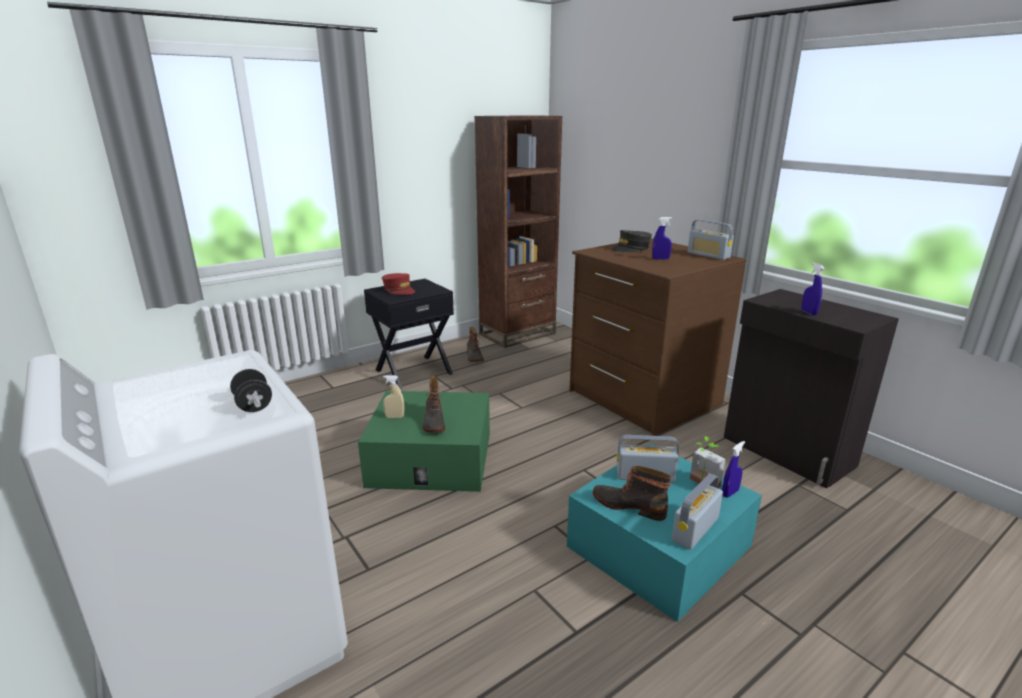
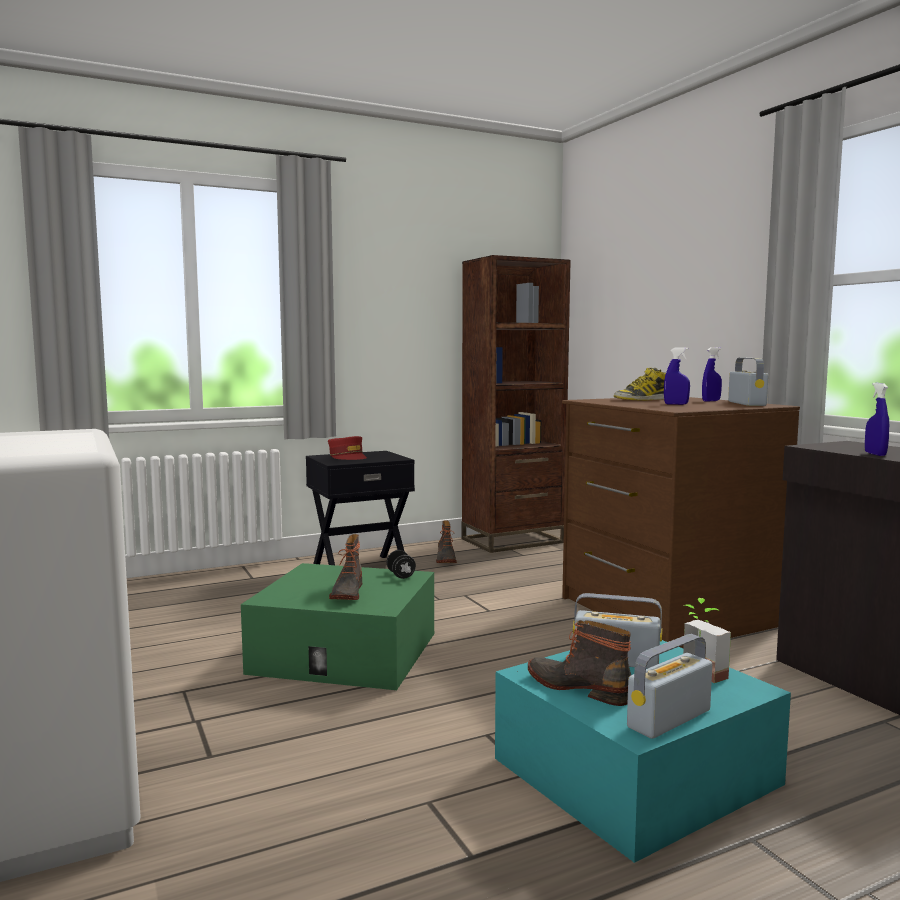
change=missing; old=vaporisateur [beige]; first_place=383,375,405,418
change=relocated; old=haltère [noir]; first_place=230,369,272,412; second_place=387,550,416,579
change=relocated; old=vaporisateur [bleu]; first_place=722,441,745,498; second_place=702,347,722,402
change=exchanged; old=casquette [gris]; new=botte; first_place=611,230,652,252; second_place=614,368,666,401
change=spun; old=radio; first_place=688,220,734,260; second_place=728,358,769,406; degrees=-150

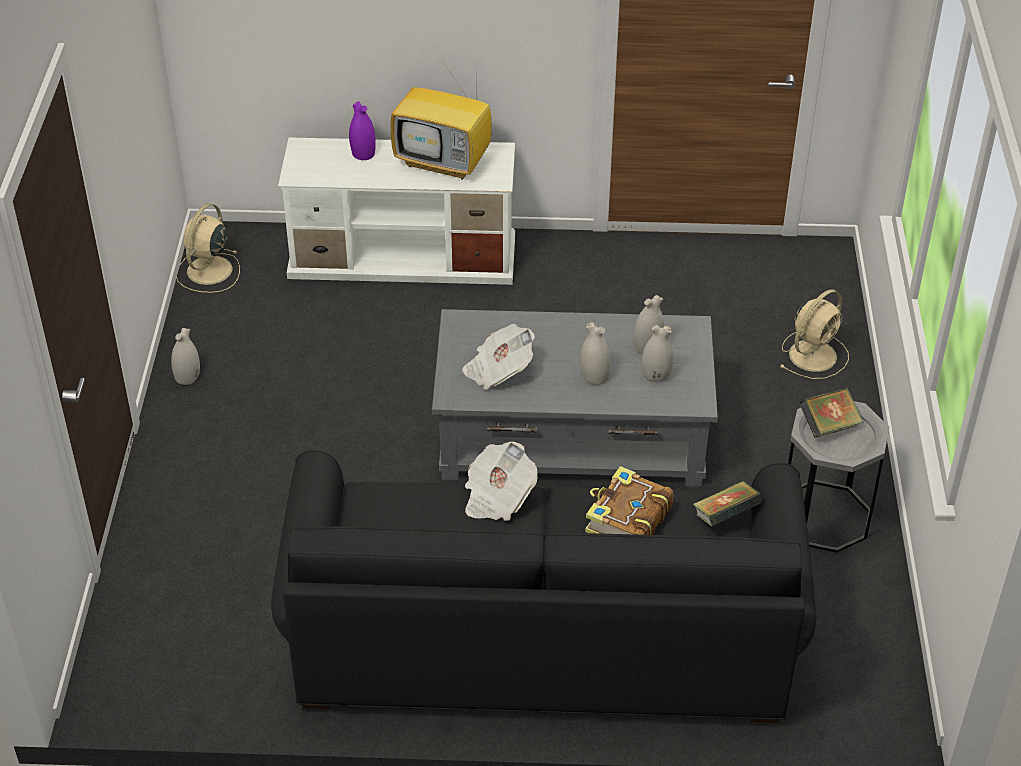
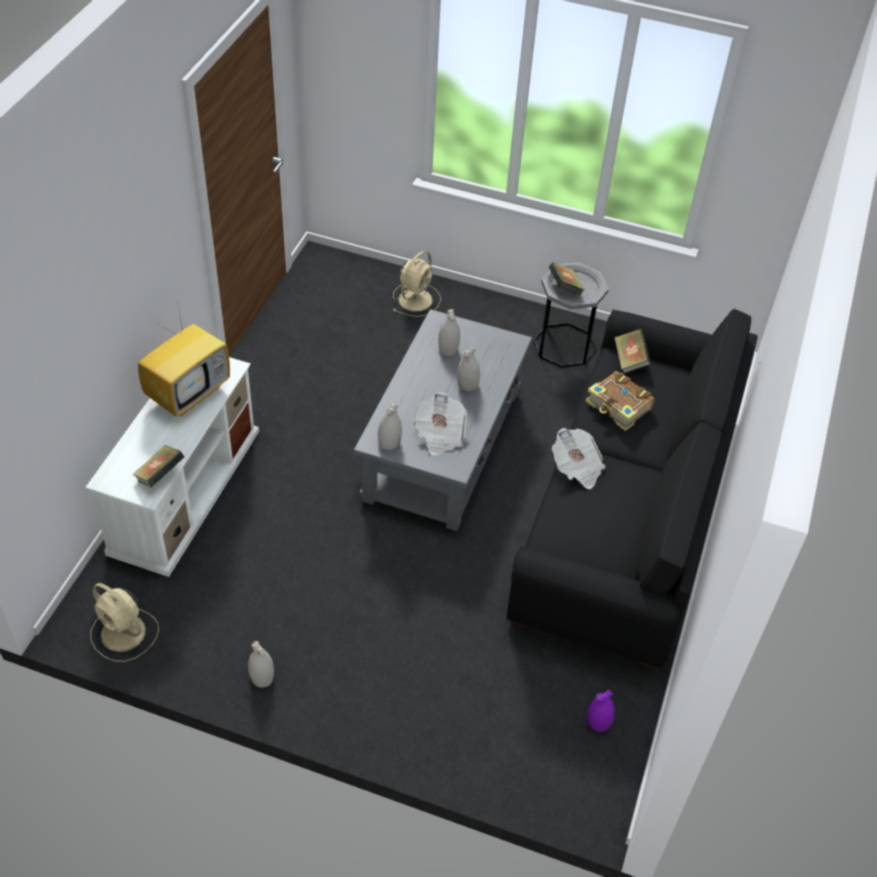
change=appeared; new=livre; second_place=132,445,184,488
change=relocated; old=vase [violet]; first_place=349,101,376,160; second_place=587,690,615,732
change=relocated; old=vase [blanc]; first_place=642,325,674,381; second_place=378,403,402,450
change=spun; old=ventilateur [beige]; first_place=779,289,849,379; second_place=393,251,441,317; degrees=60

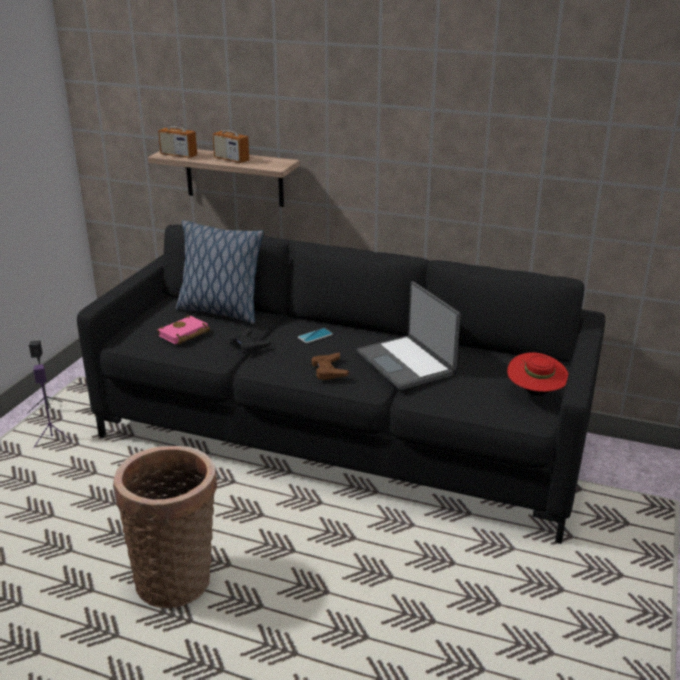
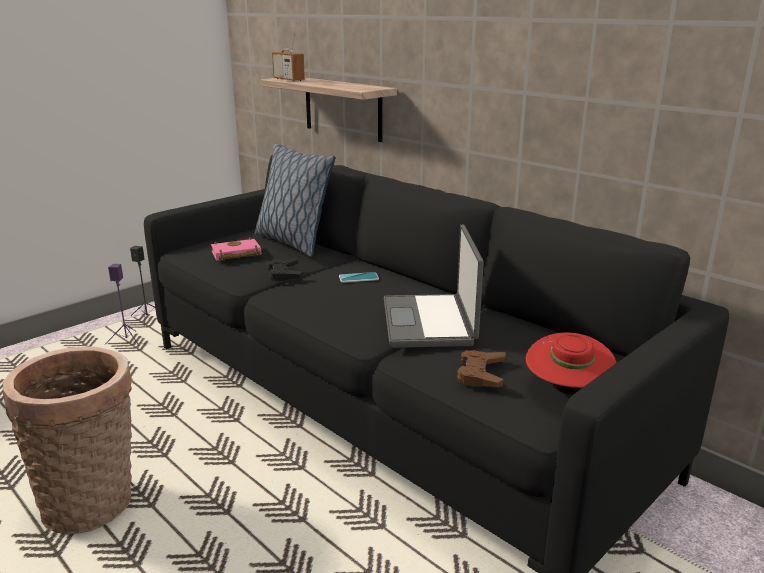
change=missing; old=radio; first_place=212,106,249,163
change=relocated; old=manette [marron]; first_place=312,353,349,380; second_place=457,350,506,387

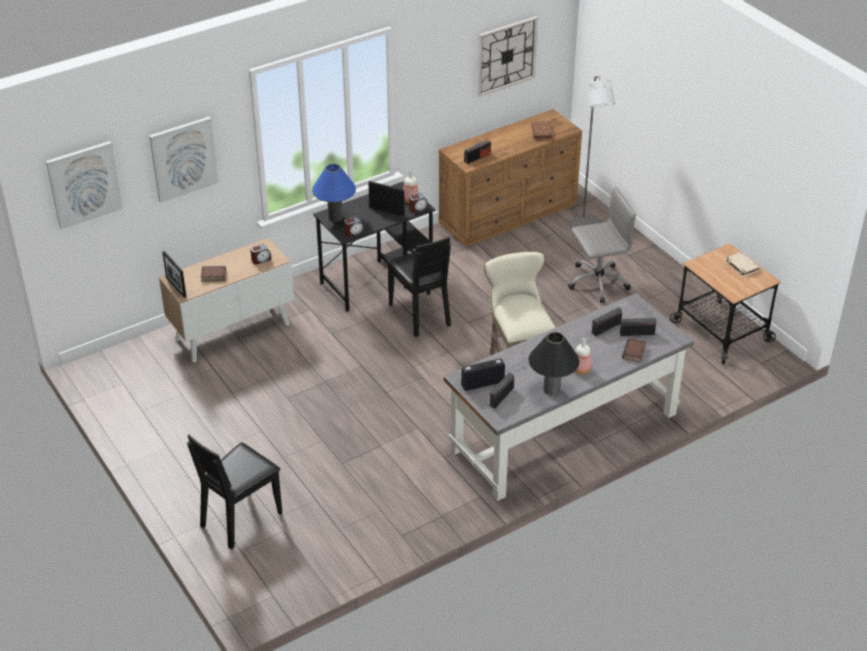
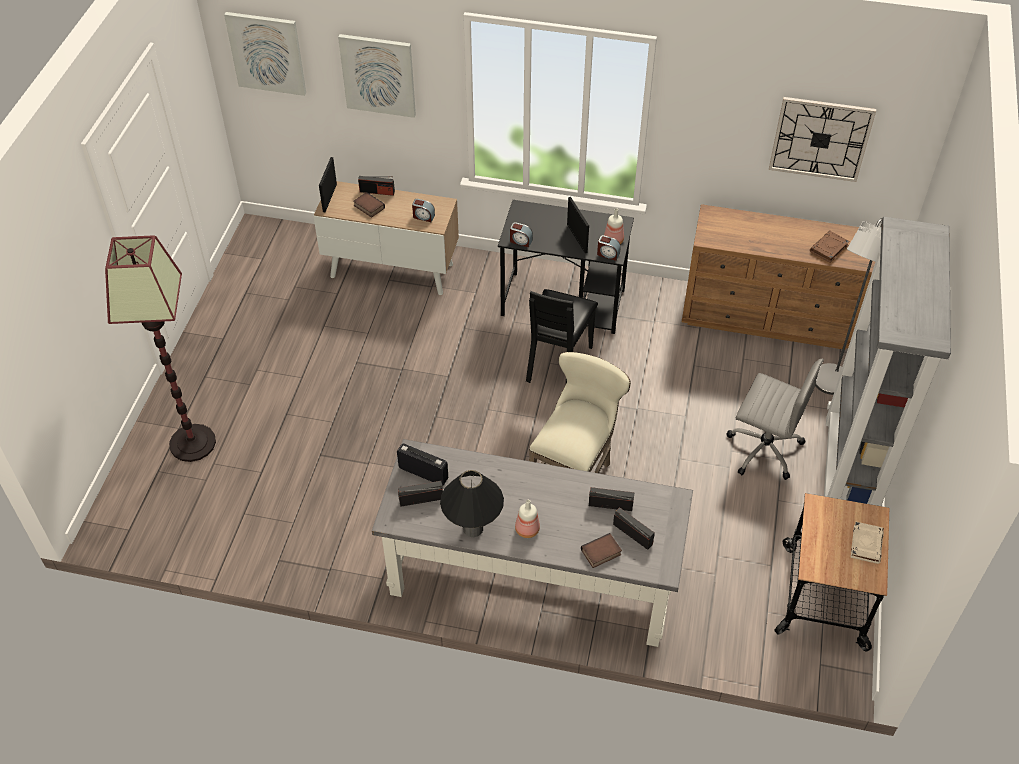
change=missing; old=lampe de table [bleu]; first_place=312,164,356,222
change=appeared; new=bibliothèque [gris]; second_place=824,217,951,506
change=relocated; old=radio; first_place=464,138,491,164; second_place=358,176,395,196
change=exchanged; old=chaise [noir]; new=lampadaire; first_place=187,435,282,549; second_place=105,235,216,462

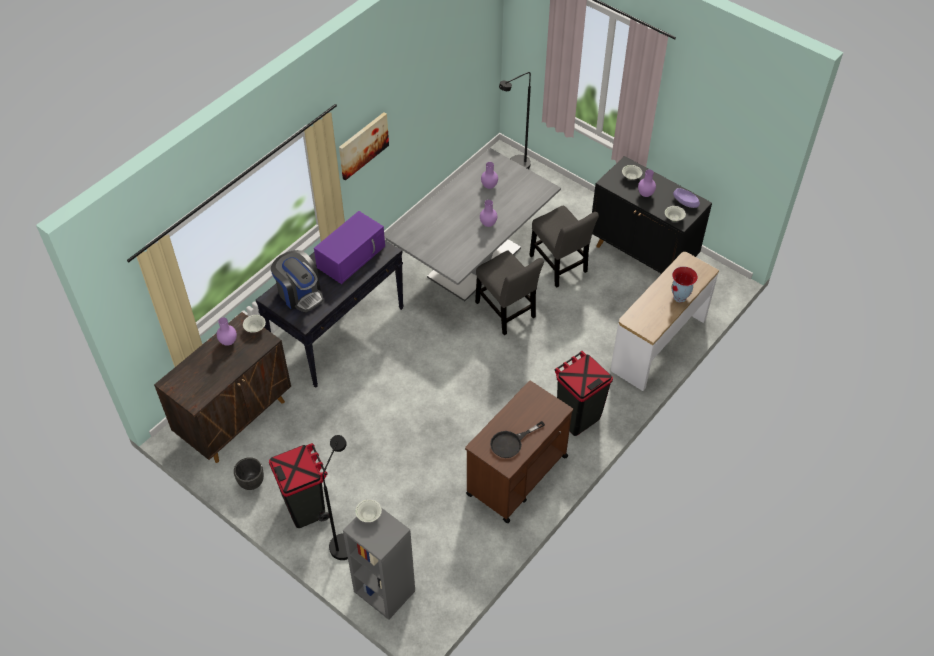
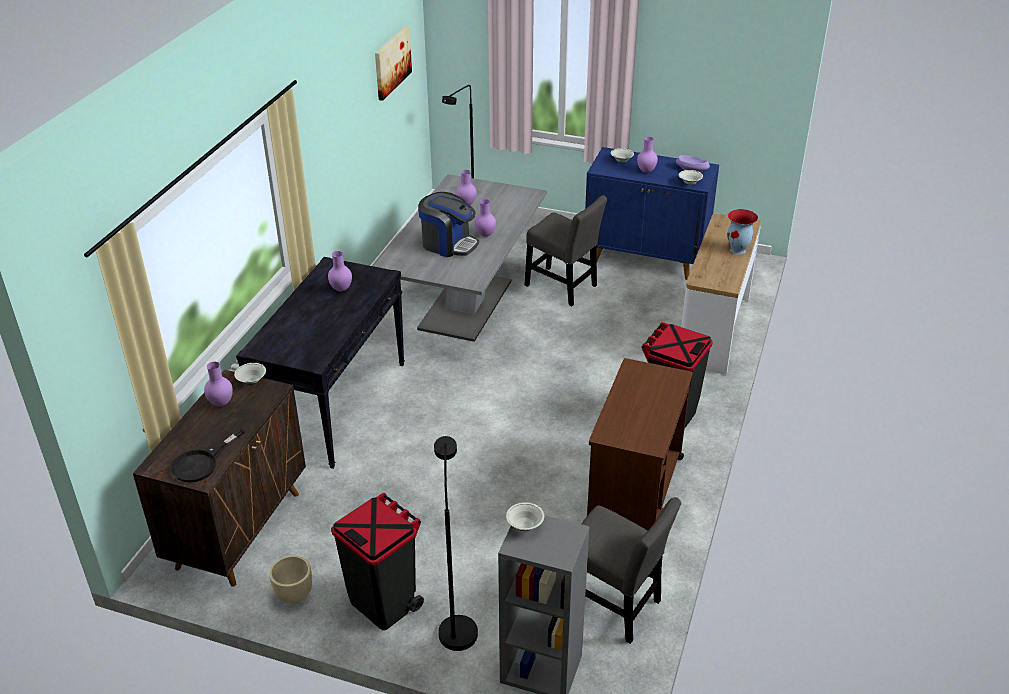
change=relocated; old=machine à café; first_place=271,250,324,312; second_place=418,192,479,257
change=relocated; old=tableau; first_place=339,112,389,180; second_place=375,26,412,101
change=relocated; old=chaise [gris]; first_place=475,250,544,335; second_place=582,497,681,644
change=relocated; old=poêle [noir]; first_place=490,421,545,458; second_place=171,428,245,483
change=exchanged; old=micro-ondes [violet]; new=vase [violet]; first_place=314,211,385,284; second_place=328,251,352,291
change=colour; old=cache-pot [noir]; new=cache-pot [beige]; first_place=234,457,264,490; second_place=269,555,312,604
change=colour; old=meuble de rangement [noir]; new=meuble de rangement [bleu]; first_place=592,156,712,274; second_place=585,147,719,280

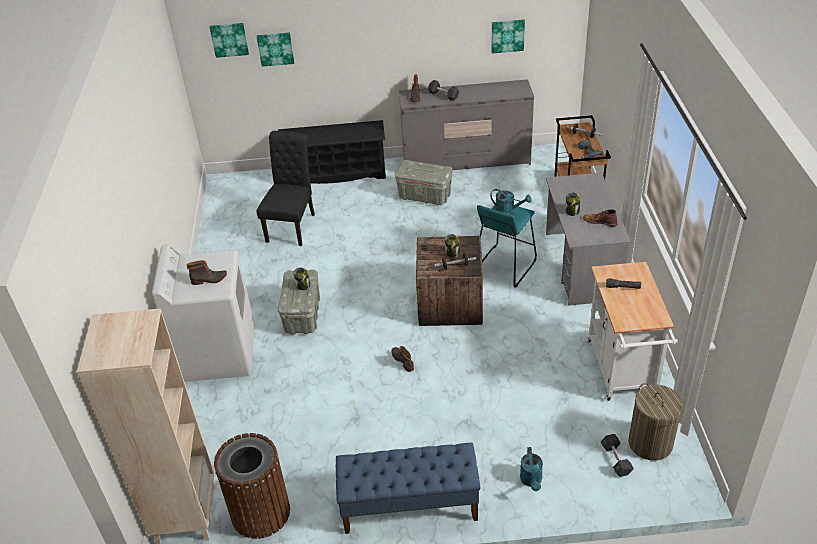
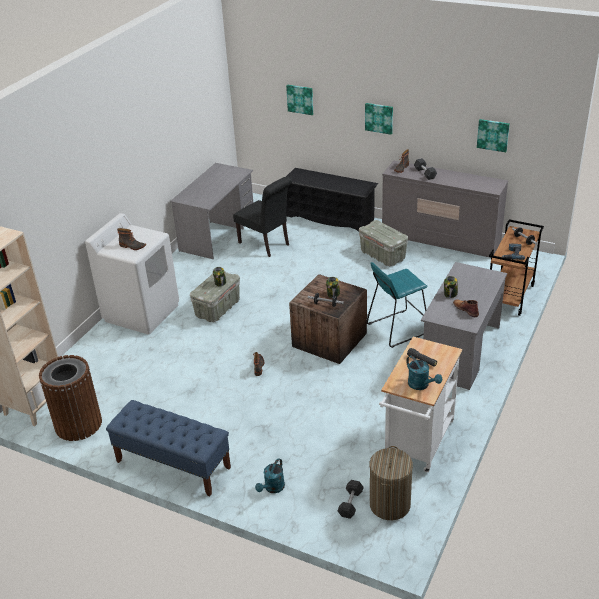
change=appeared; new=bureau [gris]; second_place=170,163,253,259
change=relocated; old=tableau; first_place=210,23,249,58; second_place=365,103,393,135
change=relocated; old=arrosoir [turquoise]; first_place=490,189,532,215; second_place=406,356,442,390
change=spun; old=chaise [noir]; first_place=257,131,315,246; second_place=233,177,292,257; degrees=90

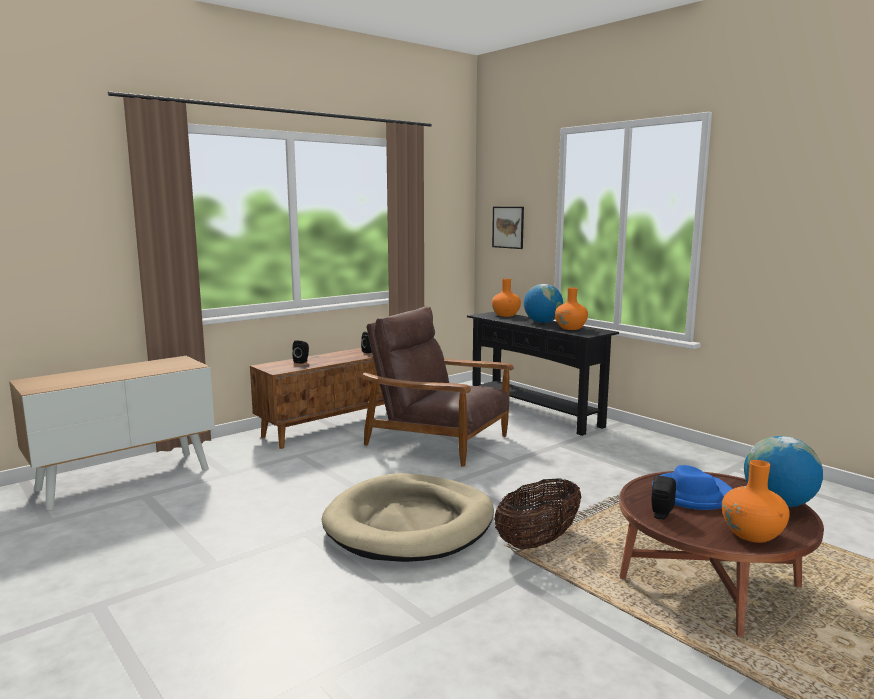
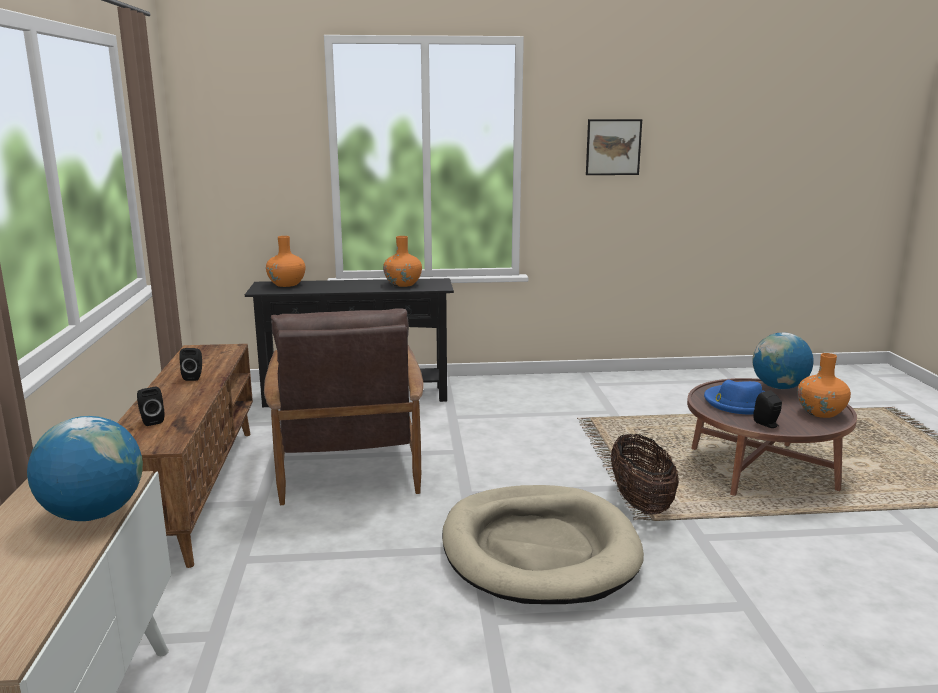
change=relocated; old=tableau; first_place=492,207,524,249; second_place=586,119,642,175
change=relocated; old=globe; first_place=524,284,563,323; second_place=27,416,143,521
change=spun; old=fauteuil [marron]; first_place=363,306,514,467; second_place=264,308,424,505; degrees=-75

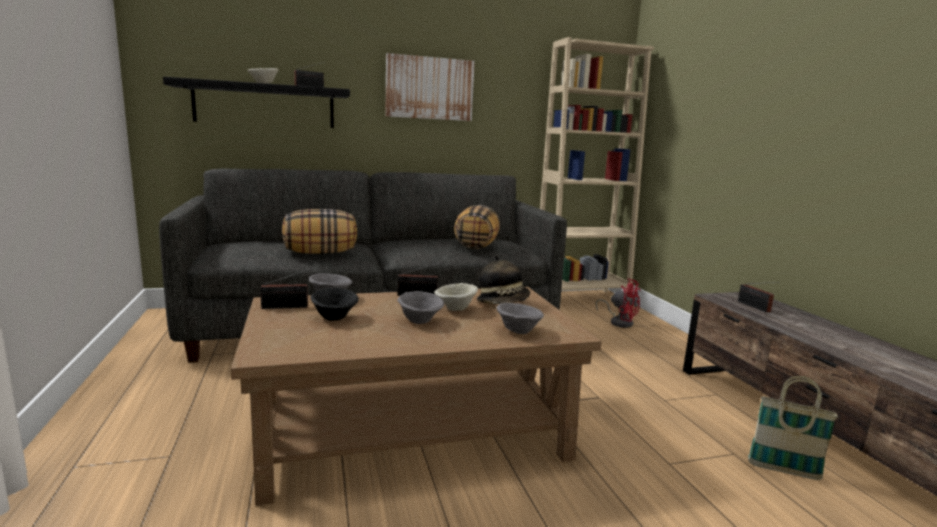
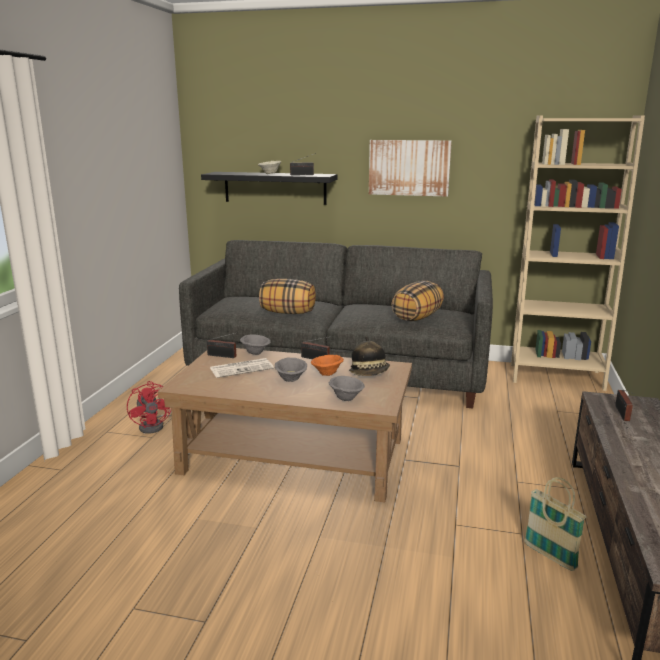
change=relocated; old=ventilateur [rouge]; first_place=596,278,641,328; second_place=127,381,172,434
change=exchanged; old=bol [noir]; new=journal; first_place=310,288,359,321; second_place=210,358,274,378
change=colour; old=bol [beige]; new=bol [orange]; first_place=434,283,478,311; second_place=311,355,344,376

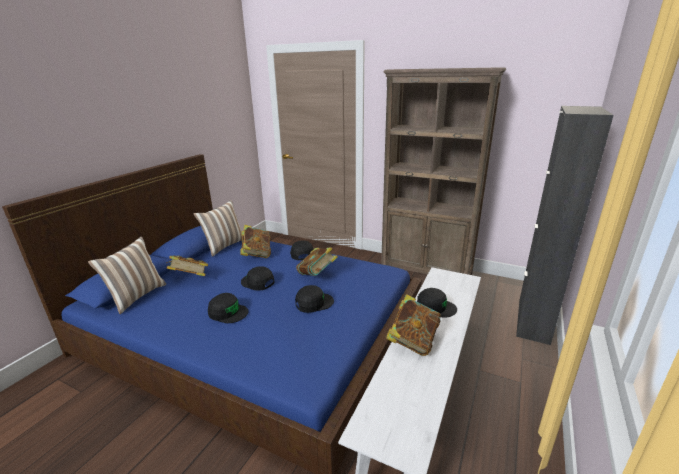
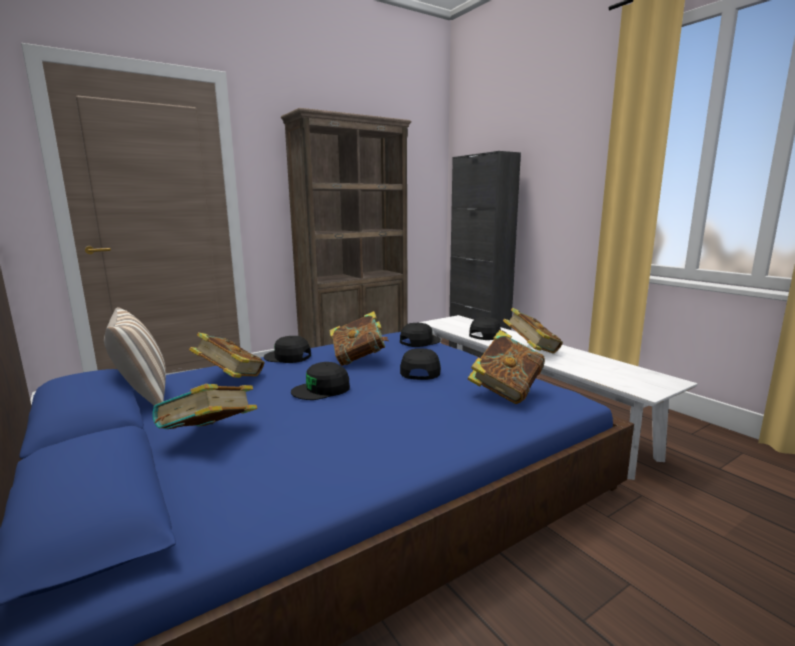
change=missing; old=coussin; first_place=88,237,166,314
change=appeared; new=livre; second_place=468,330,545,404
change=relocated; old=casquette [noir]; first_place=208,293,249,323; second_place=400,323,441,347

